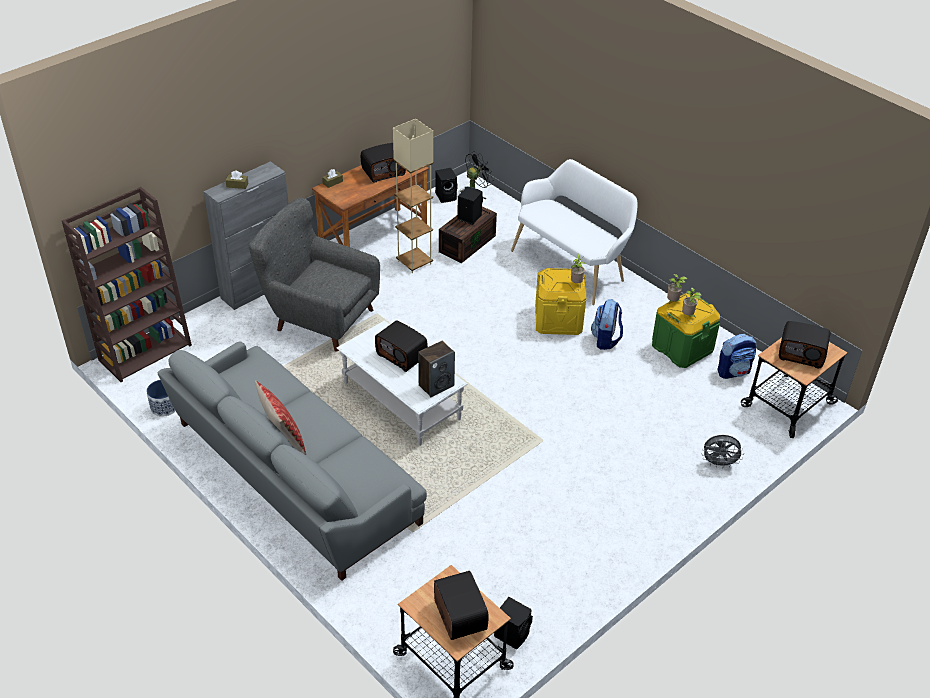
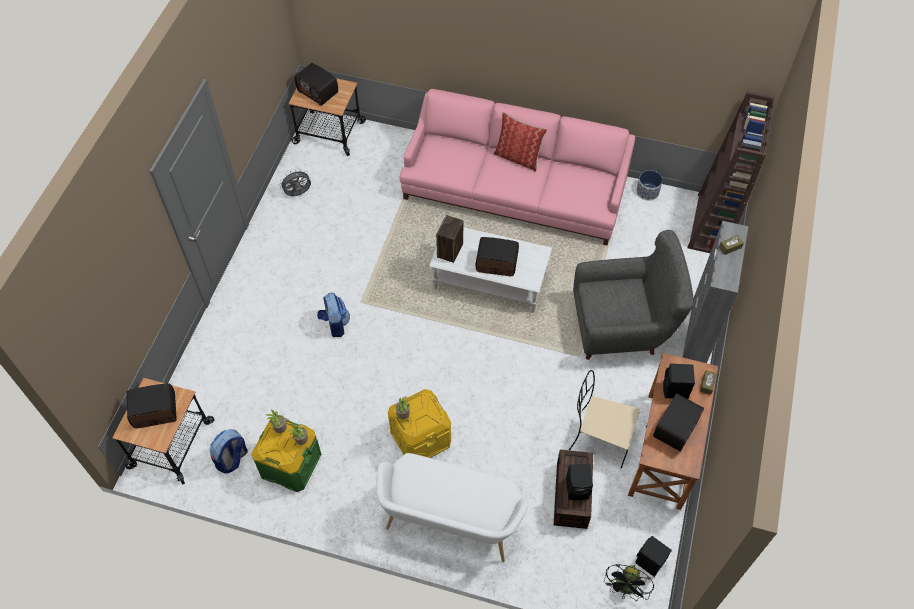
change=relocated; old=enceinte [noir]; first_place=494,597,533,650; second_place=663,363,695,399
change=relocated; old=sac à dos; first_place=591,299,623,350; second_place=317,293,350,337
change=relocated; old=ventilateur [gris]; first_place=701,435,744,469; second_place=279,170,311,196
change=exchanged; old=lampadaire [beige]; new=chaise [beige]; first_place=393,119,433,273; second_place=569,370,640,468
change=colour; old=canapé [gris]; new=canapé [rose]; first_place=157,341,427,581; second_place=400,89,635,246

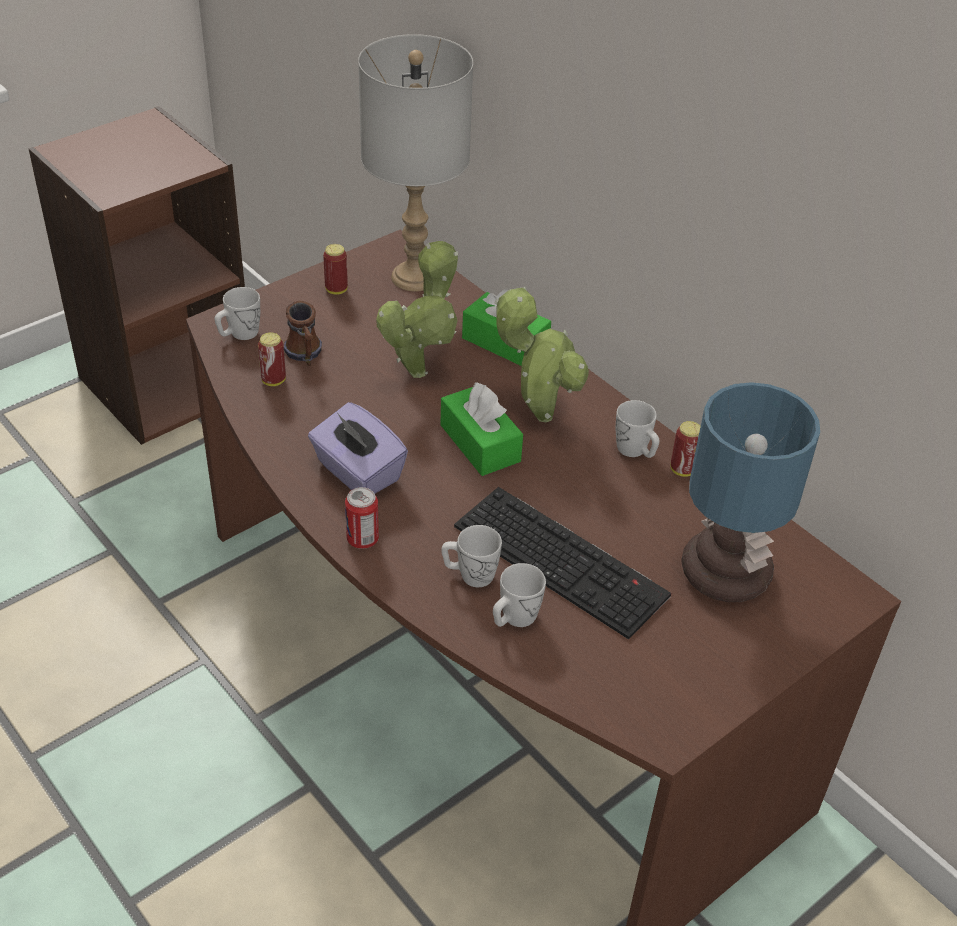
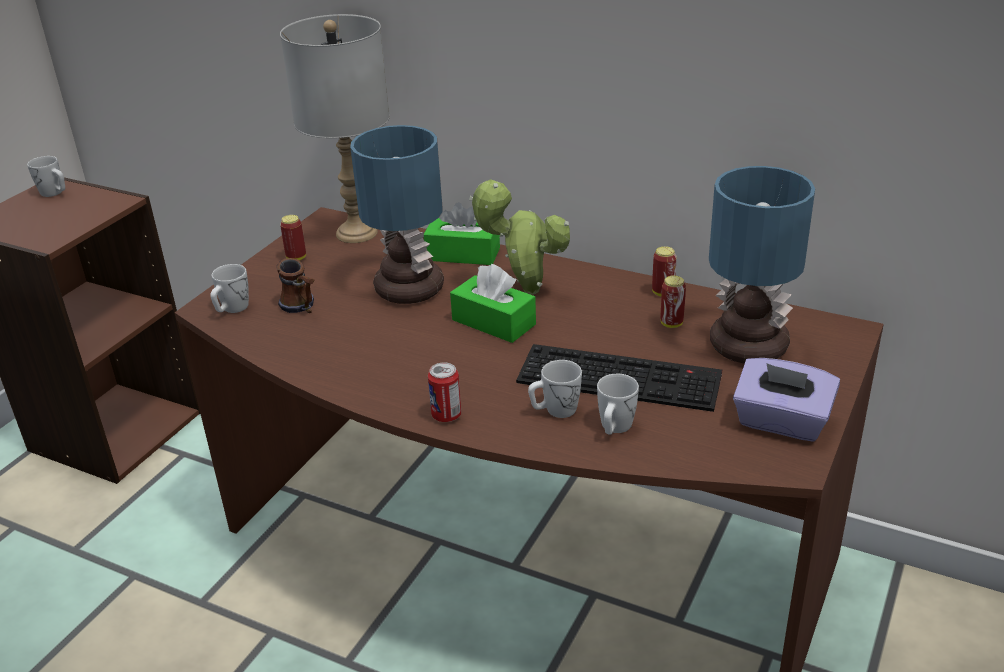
change=relocated; old=boîte métallique; first_place=258,332,286,386; second_place=660,276,686,328
change=relocated; old=boîte à mouchoirs [violet]; first_place=308,402,408,493; second_place=733,358,840,442
change=relocated; old=mug [blanc]; first_place=616,400,660,458; second_place=27,156,65,197
change=exchanged; old=plante en pot; new=lampe de table; first_place=376,241,458,378; second_place=350,125,444,304

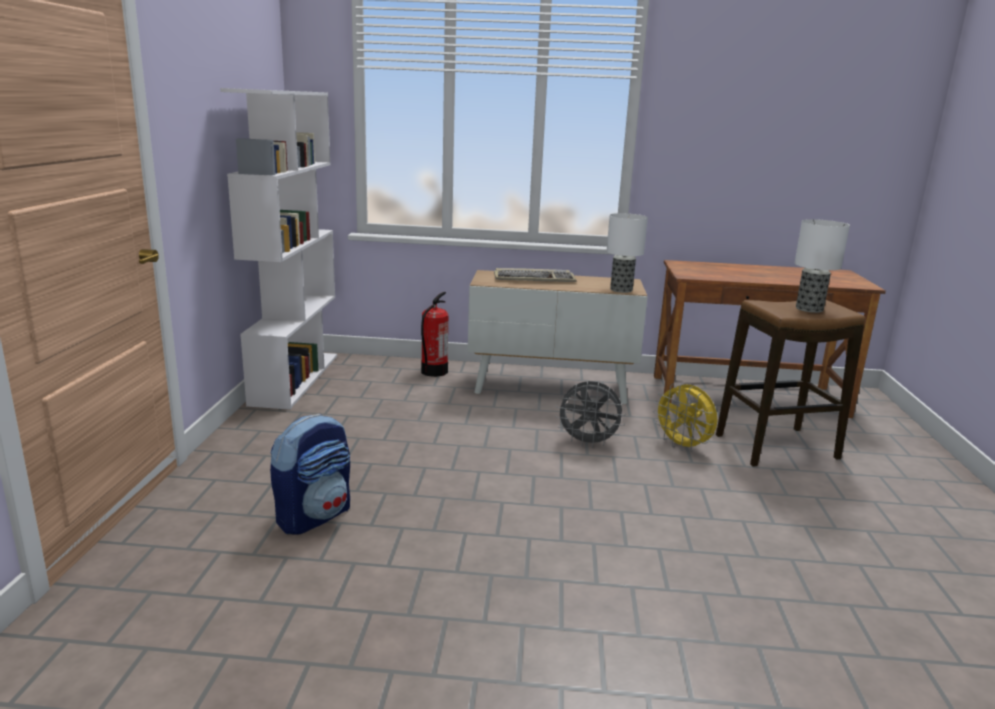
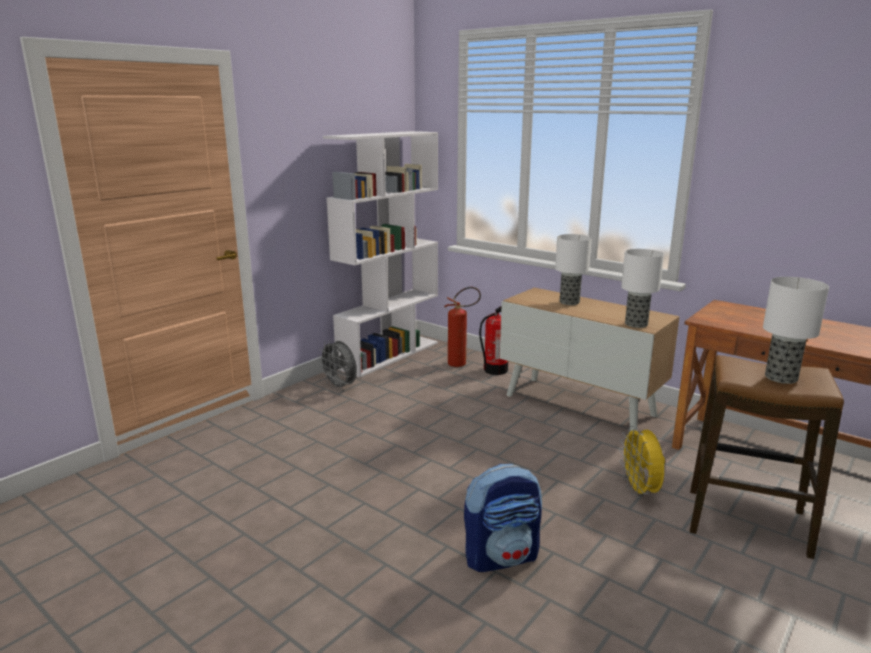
change=appeared; new=extincteur; second_place=445,287,481,367
change=relocated; old=sac à dos; first_place=270,414,350,535; second_place=464,464,542,572
change=relocated; old=ventilateur [gris]; first_place=555,381,626,448; second_place=318,340,357,391
change=exchanged; old=clavier; new=lampe de table; first_place=494,268,577,282; second_place=555,234,592,305

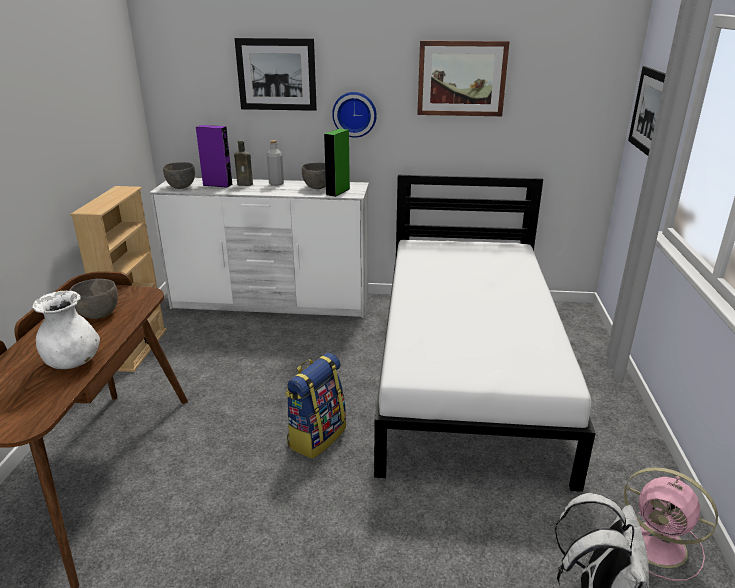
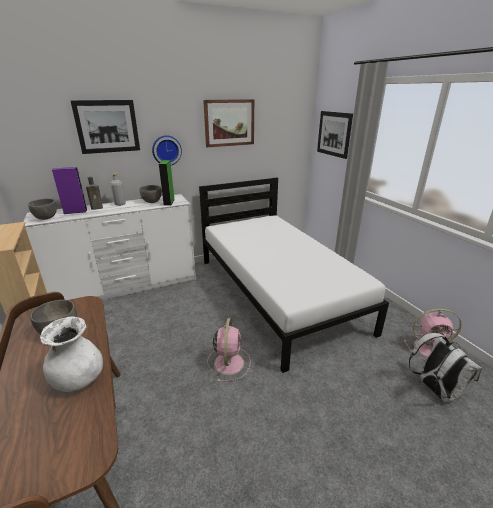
change=exchanged; old=sac à dos; new=ventilateur [rose]; first_place=285,353,346,459; second_place=207,318,251,382

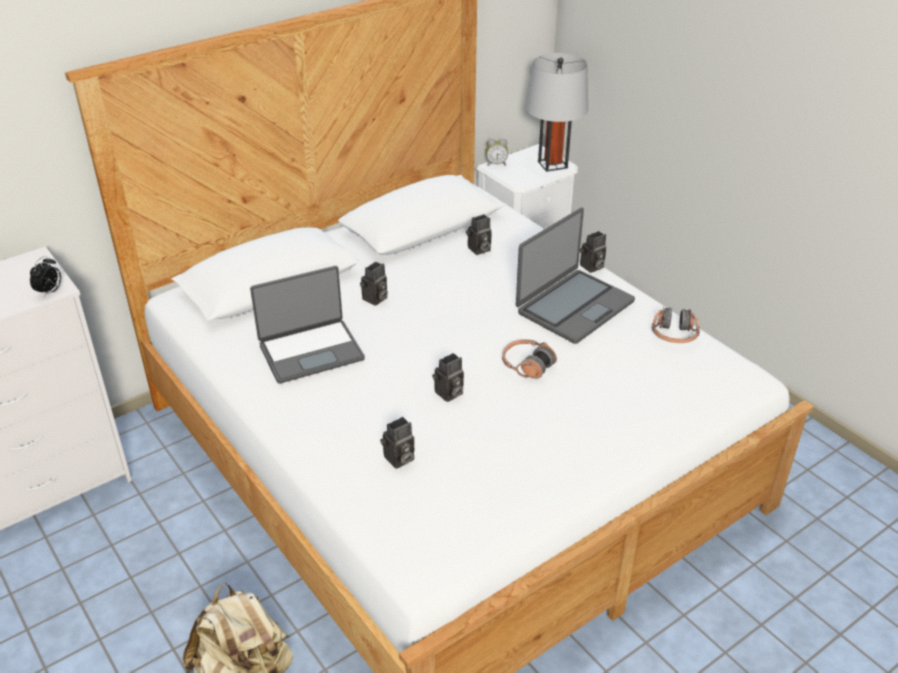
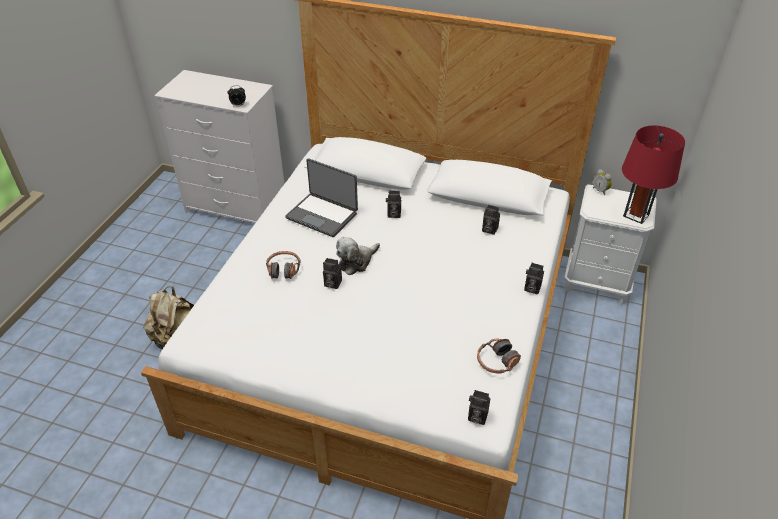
change=missing; old=ordinateur portable; first_place=516,208,635,344
change=appeared; new=peluche; second_place=336,237,380,275
change=relocated; old=appareil photo; first_place=380,417,414,469; second_place=468,390,490,425
change=relocated; old=casque audio; first_place=502,339,557,379; second_place=266,251,301,279
change=colour; old=lampe de table [gris]; new=lampe de table [rouge]; first_place=526,53,588,172; second_place=622,125,685,224

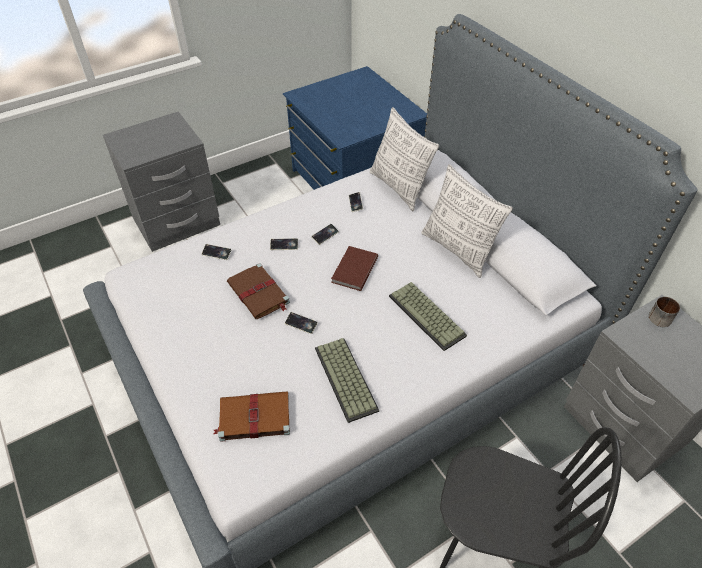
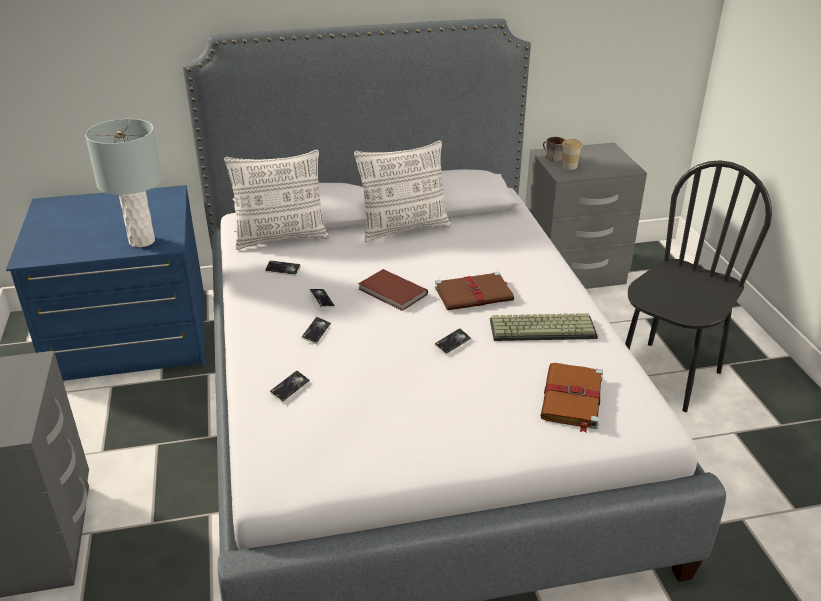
change=missing; old=clavier; first_place=389,282,467,351
change=appeared; new=lampe de table [gris]; second_place=85,119,162,248
change=appeared; new=tasse; second_place=562,139,582,170
change=relocated; old=livre [marron]; first_place=227,263,290,319; second_place=435,272,514,310

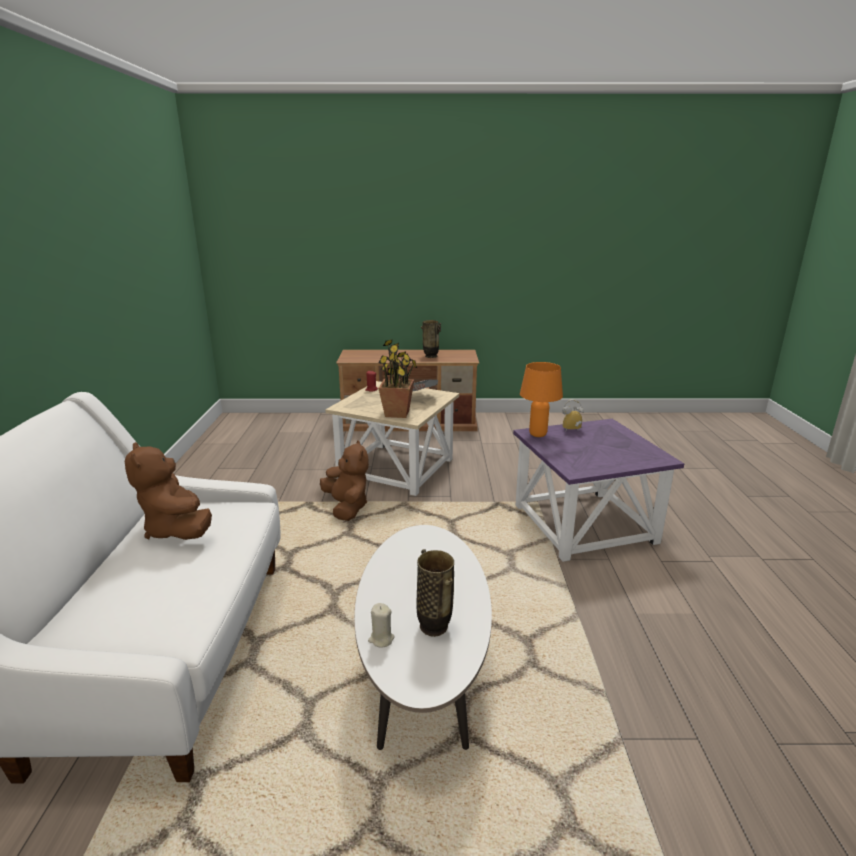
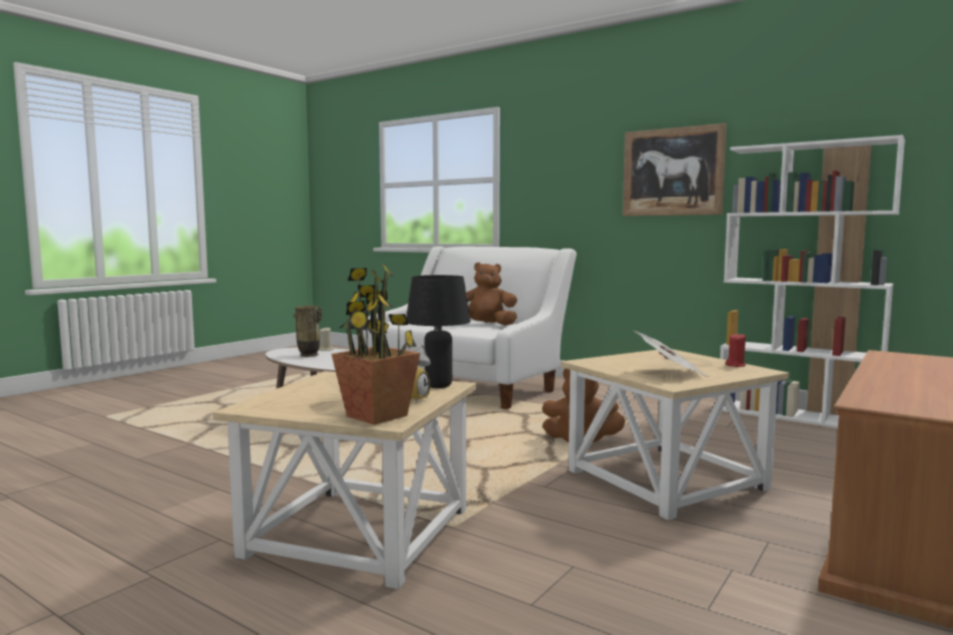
change=missing; old=vase; first_place=421,320,441,358
change=appeared; new=tableau; second_place=623,123,727,216
change=appeared; new=bibliothèque [blanc]; second_place=720,135,905,428
change=relocated; old=plante en pot; first_place=378,340,417,418; second_place=332,263,420,425
change=colour; old=table d'appoint [violet]; new=table d'appoint [beige]; first_place=513,419,684,562; second_place=213,371,476,589
change=colour; old=lampe de table [orange]; new=lampe de table [noir]; first_place=520,362,563,437; second_place=406,275,471,388

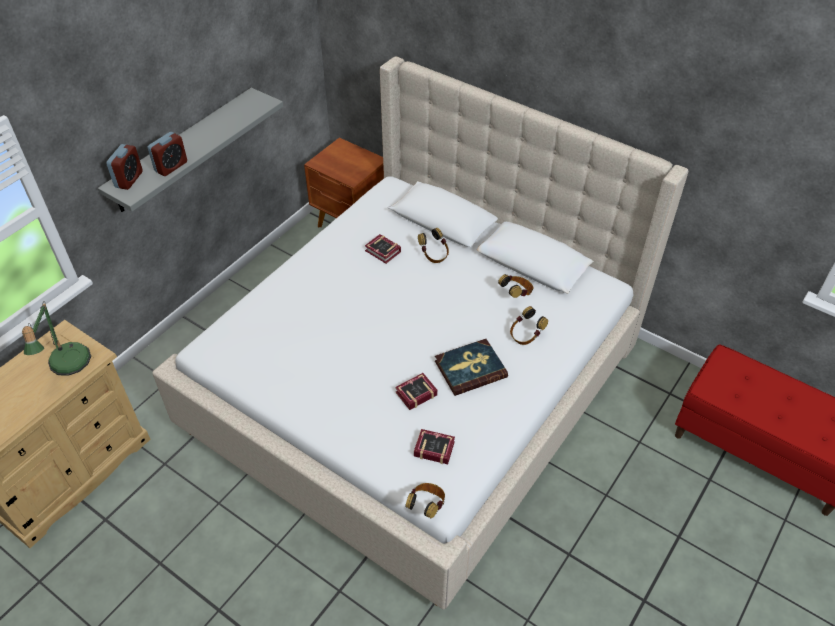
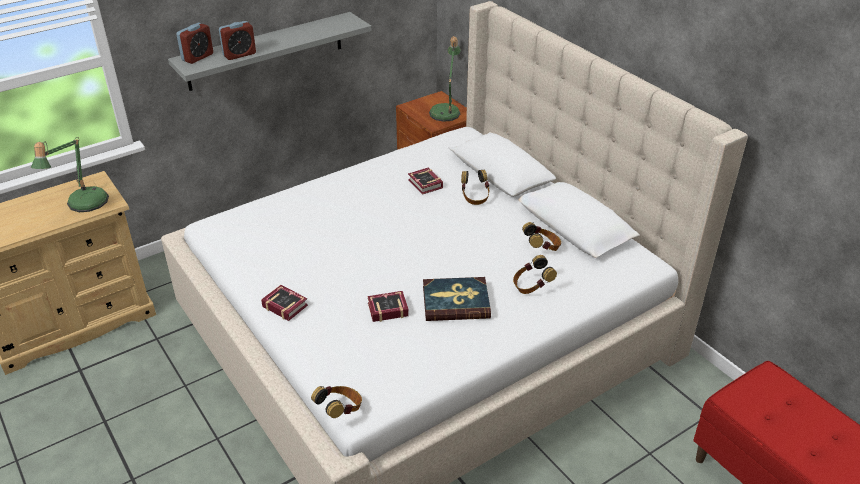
change=appeared; new=lampe de table; second_place=429,36,461,122
change=relocated; old=livre; first_place=414,429,455,464; second_place=261,285,308,321

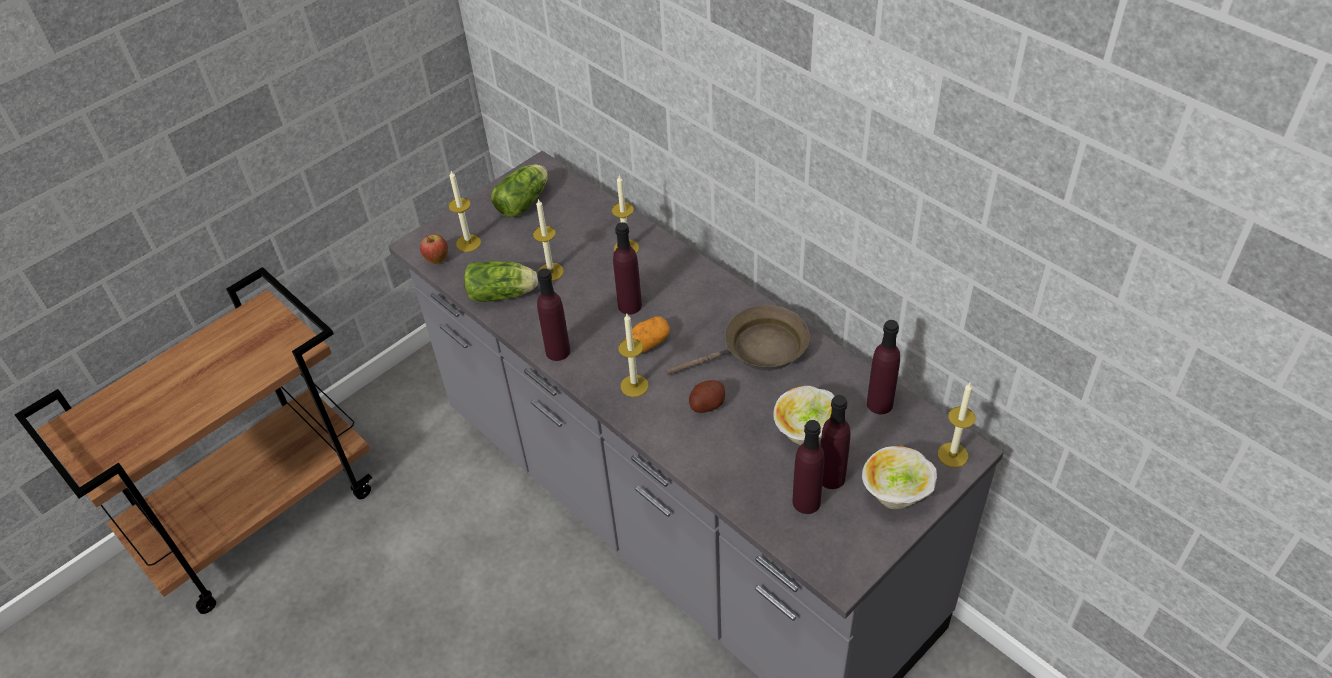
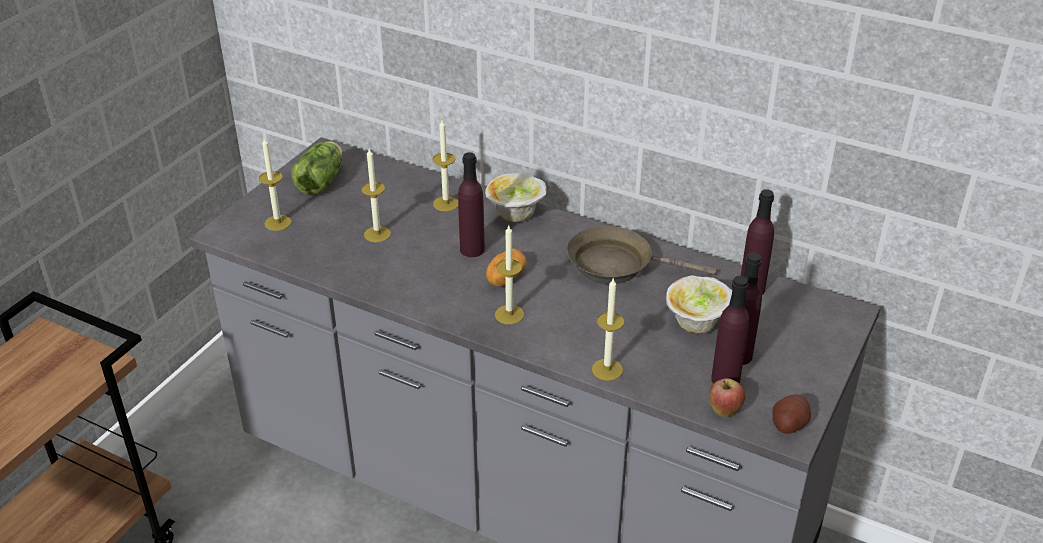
change=missing; old=laitue; first_place=464,261,538,302
change=missing; old=bouteille [violet]; first_place=537,268,570,361
change=relocated; old=pomme; first_place=420,234,448,264; second_place=709,378,745,417
change=relocated; old=pomme de terre; first_place=689,380,725,413; second_place=772,394,811,434
change=relocated; old=bol; first_place=862,446,937,509; second_place=485,173,546,223
change=relocated; old=bougie; first_place=938,383,976,468; second_place=592,279,624,381
change=spun; old=poêle [marron]; first_place=666,305,810,375; second_place=567,226,716,284; degrees=-135

